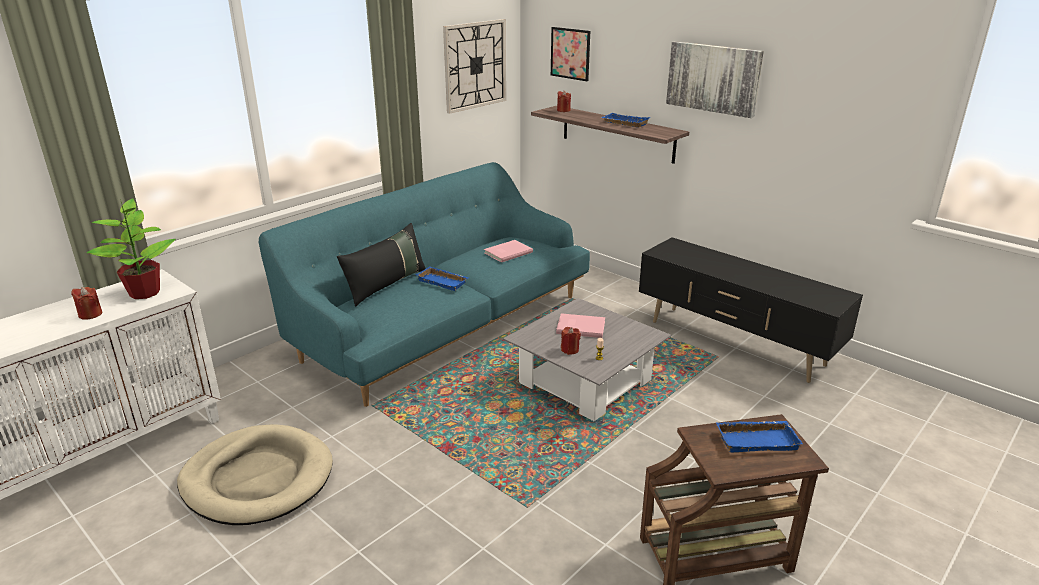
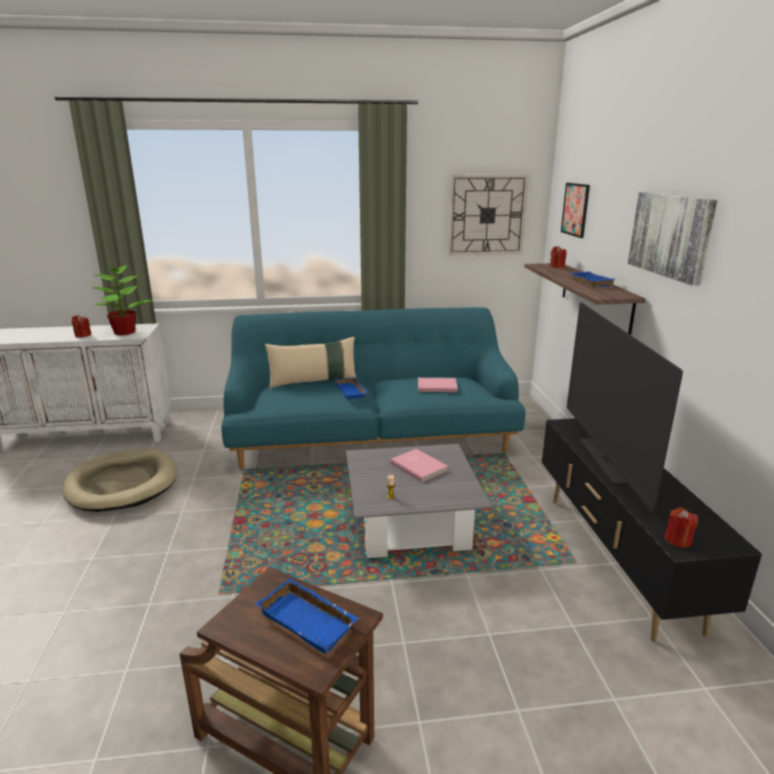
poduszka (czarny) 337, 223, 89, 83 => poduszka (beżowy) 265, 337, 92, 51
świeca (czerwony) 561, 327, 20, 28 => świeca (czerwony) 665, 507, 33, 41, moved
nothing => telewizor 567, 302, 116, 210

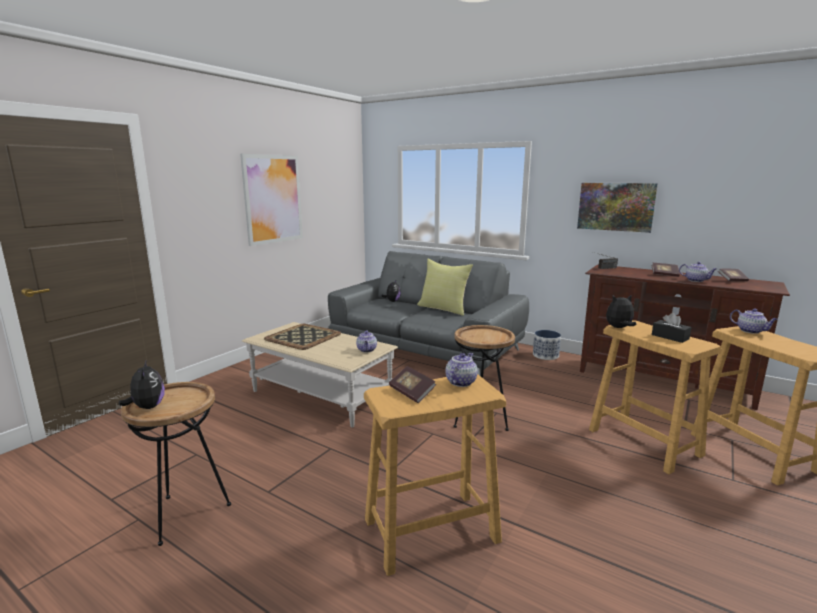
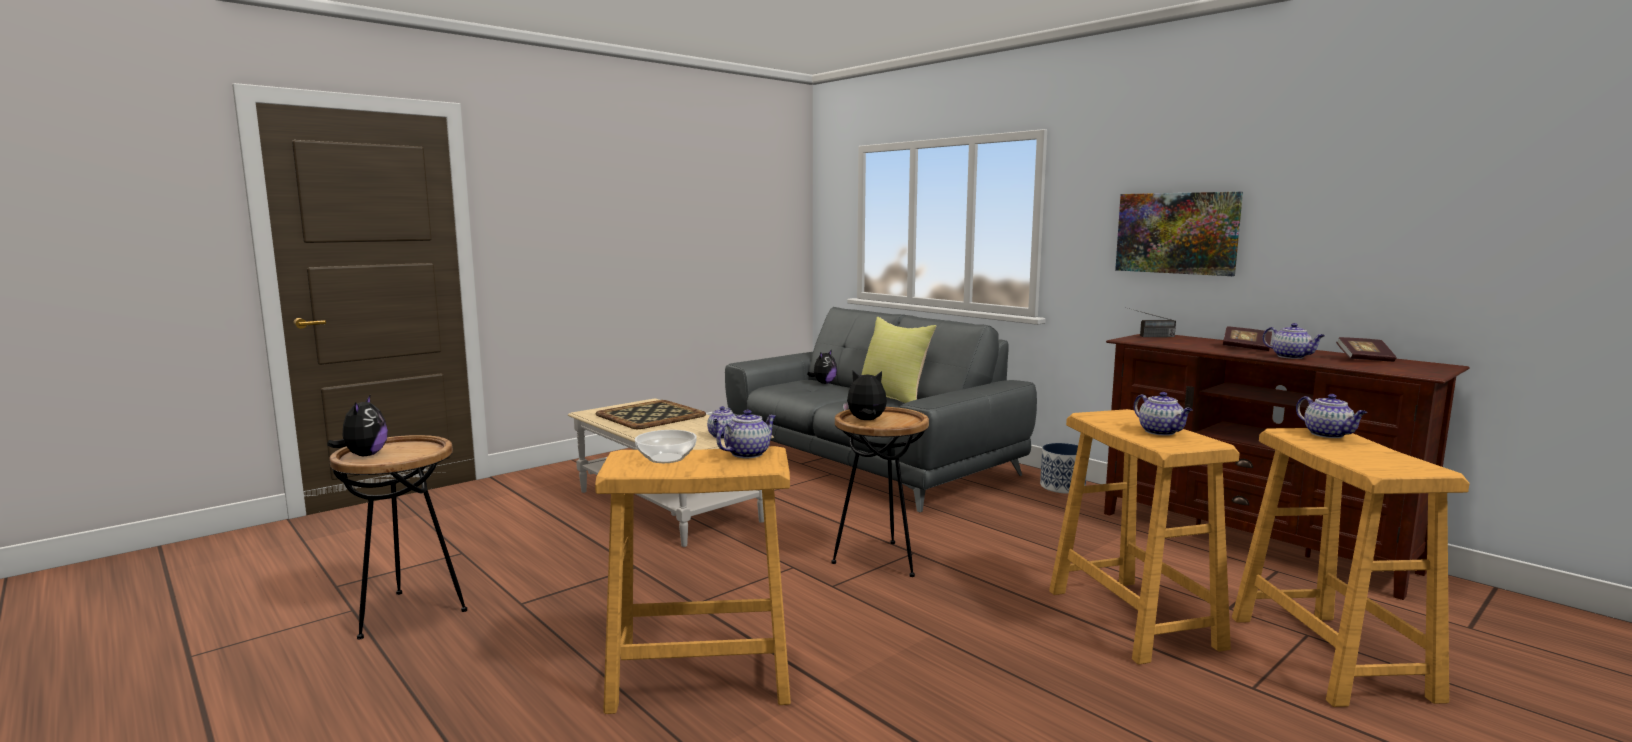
obraz 240, 154, 63, 92 => nothing
pluszak 606, 295, 30, 33 => pluszak 843, 371, 44, 49, moved
pudełko chusteczek (czarny) 652, 313, 40, 30 => imbryk 1134, 392, 59, 44
książka 389, 366, 47, 37 => miska 635, 430, 62, 33

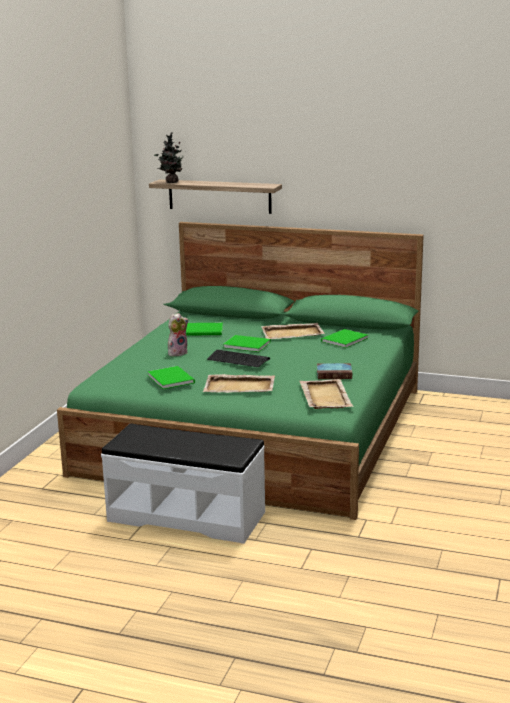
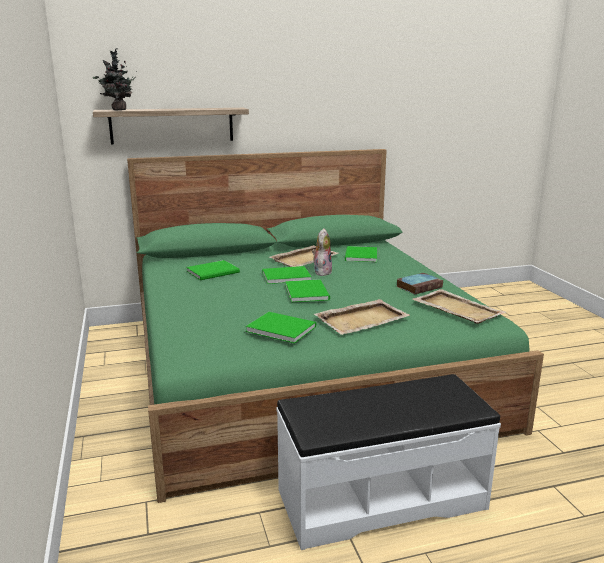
pluszak 168, 313, 20, 43 => pluszak 312, 229, 20, 47, moved
klawiatura 207, 350, 63, 17 => książka (zielony) 285, 280, 45, 22

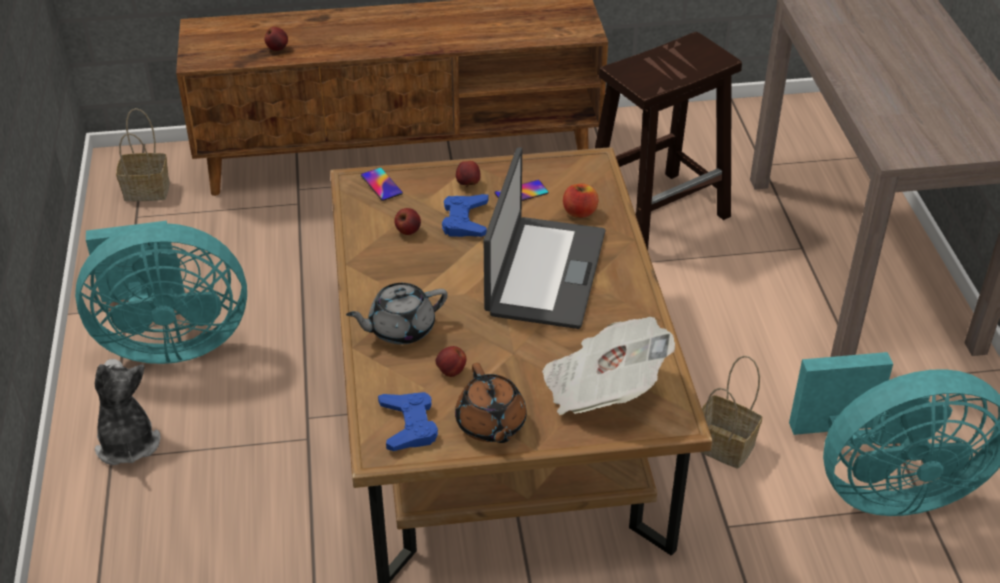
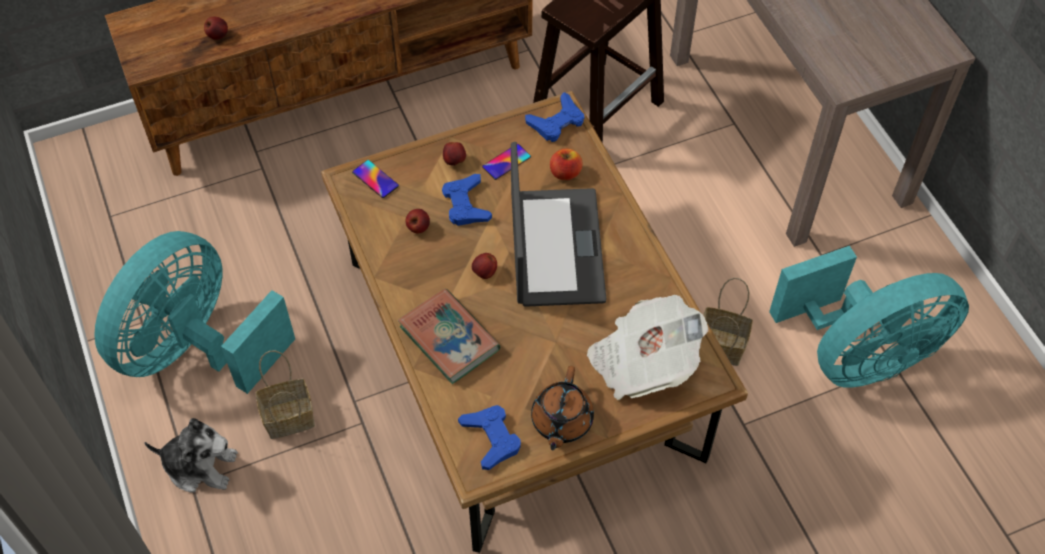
koszyk 116, 108, 54, 93 => koszyk 256, 351, 59, 88, moved
wentylator (turkusowy) 75, 221, 172, 143 => wentylator (turkusowy) 94, 231, 201, 163, 150 degrees clockwise
imbryk (szary) 346, 283, 102, 62 => książka 398, 289, 102, 95
jabłko 436, 346, 30, 31 => jabłko 472, 253, 25, 26, moved
pluszak 95, 359, 65, 106 => pluszak 144, 418, 94, 75, 135 degrees clockwise
imbryk (brązowy) 455, 363, 72, 80 => imbryk (brązowy) 531, 366, 63, 85, 45 degrees clockwise
nothing => pad do gier (niebieski) 525, 92, 60, 50

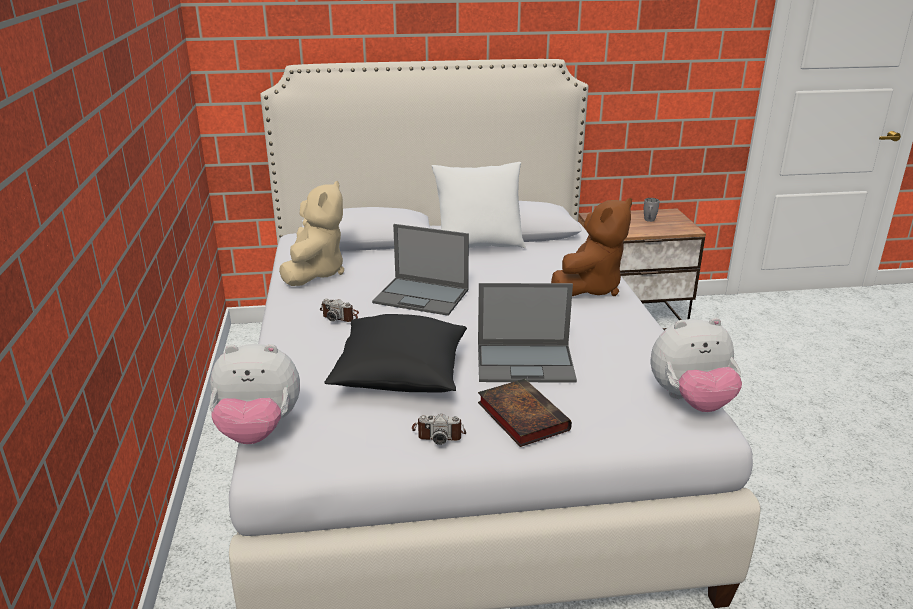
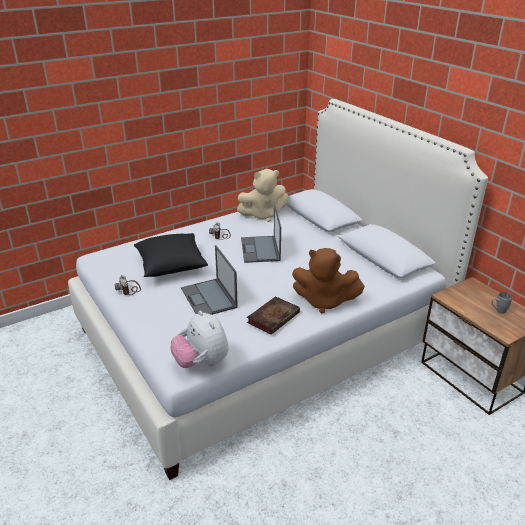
poduszka (biały) 432, 162, 94, 86 => nothing
pluszak 209, 344, 91, 100 => nothing
książka 478, 379, 94, 68 => książka 247, 296, 53, 39, moved

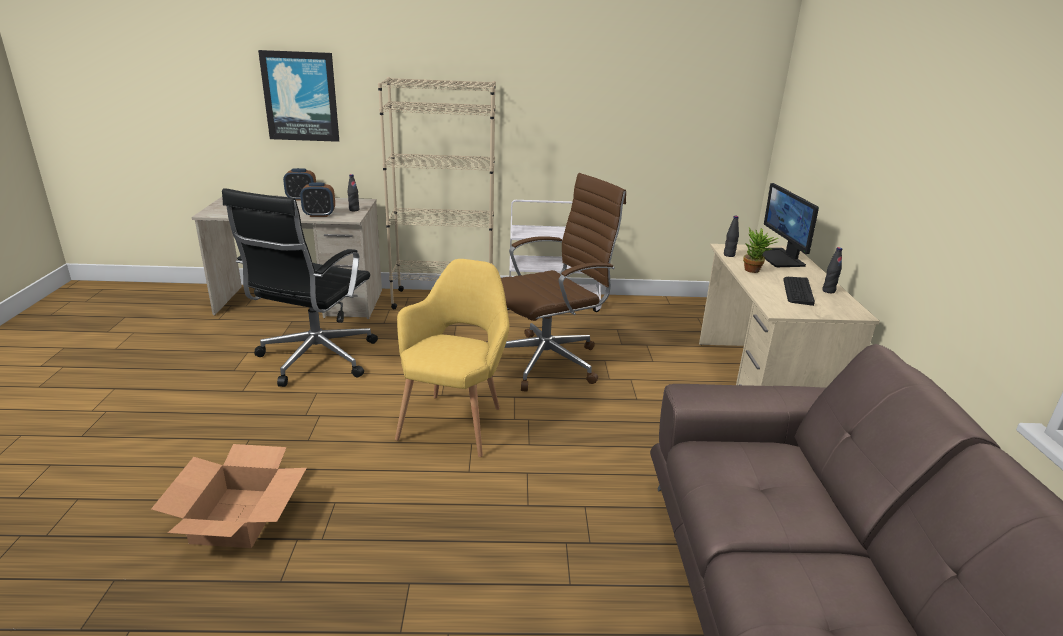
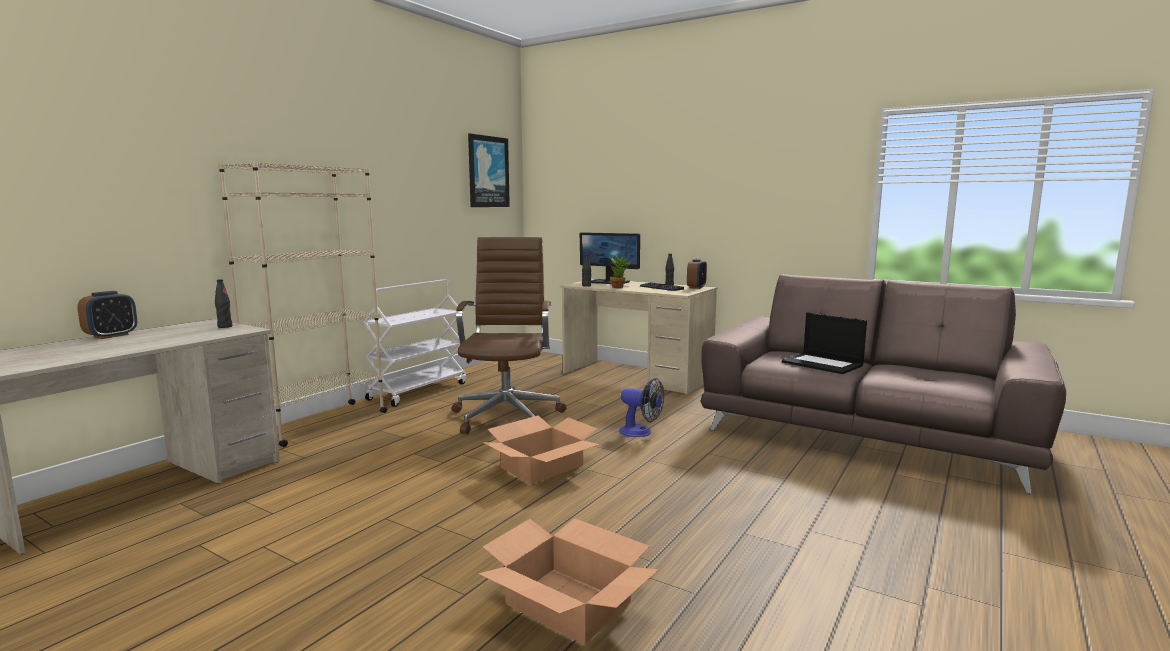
obraz 258, 50, 81, 92 => obraz 468, 133, 42, 74, moved
budzik 300, 182, 35, 35 => budzik 687, 259, 20, 30, moved
krzesło biurowe (czarny) 222, 188, 156, 199 => nothing
fotel (żółty) 395, 259, 114, 198 => karton 482, 415, 118, 69
nothing => laptop 782, 312, 85, 62
nothing => wentylator 619, 378, 45, 59

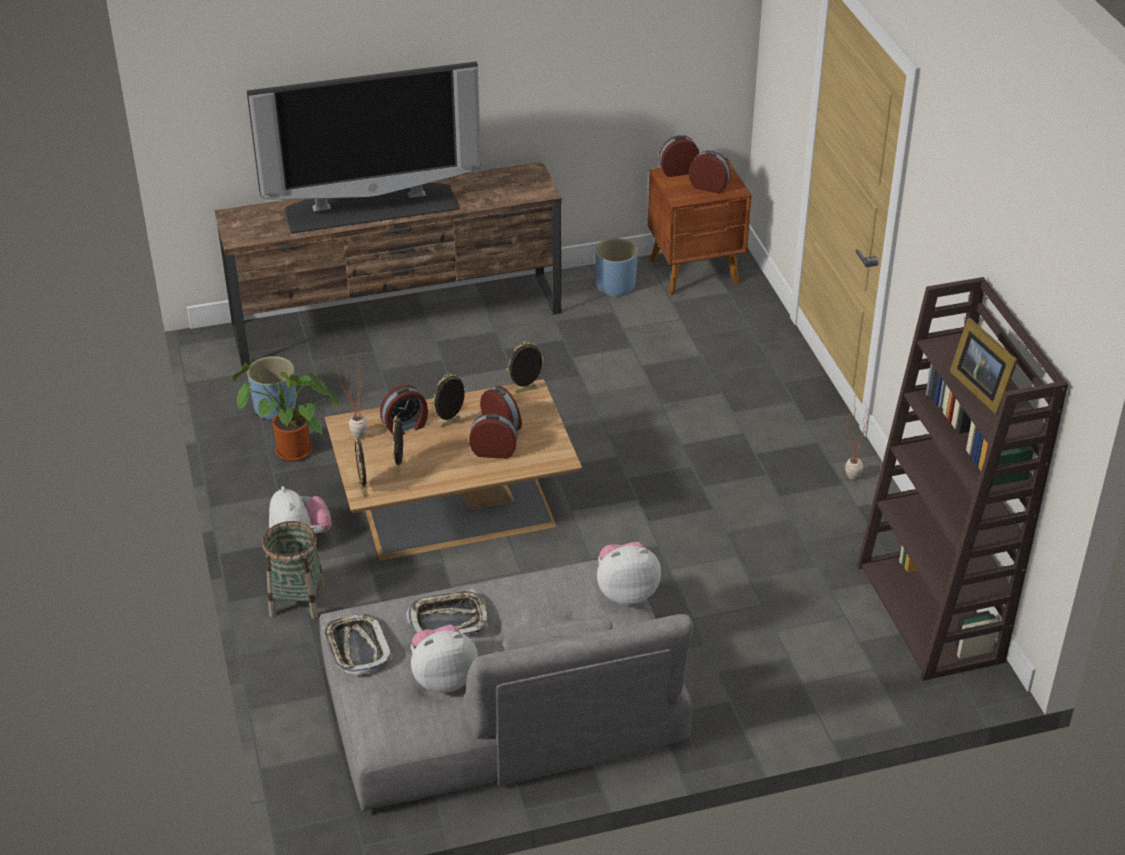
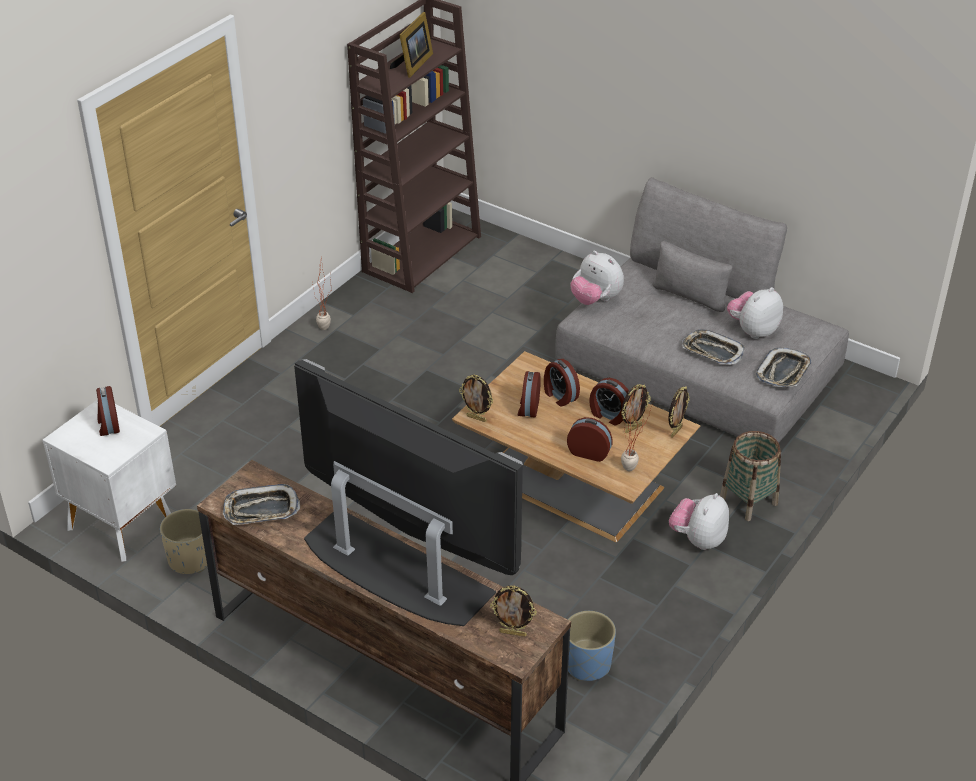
budzik 658, 135, 41, 42 => budzik 589, 378, 40, 47, moved
szafka nocna (brązowy) 648, 158, 104, 137 => szafka nocna (biały) 42, 399, 134, 163
donica (niebieski) 595, 238, 43, 59 => donica (beżowy) 160, 509, 47, 65
roślina doniczkowa 232, 358, 107, 103 => nothing
ramka na zdjęcie 431, 374, 35, 54 => ramka na zdjęcie 490, 586, 47, 51, moved
pluszak 411, 625, 67, 68 => pluszak 727, 287, 56, 52, 105 degrees clockwise
nothing => taca 223, 484, 77, 41

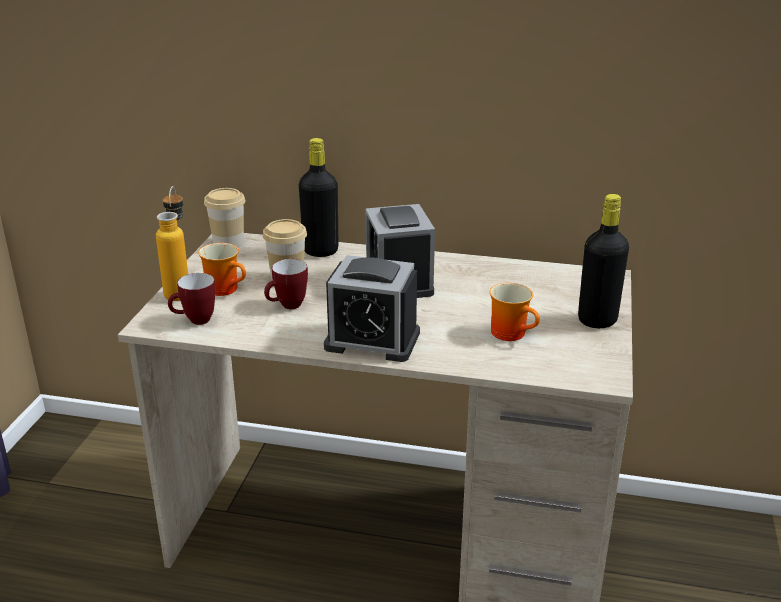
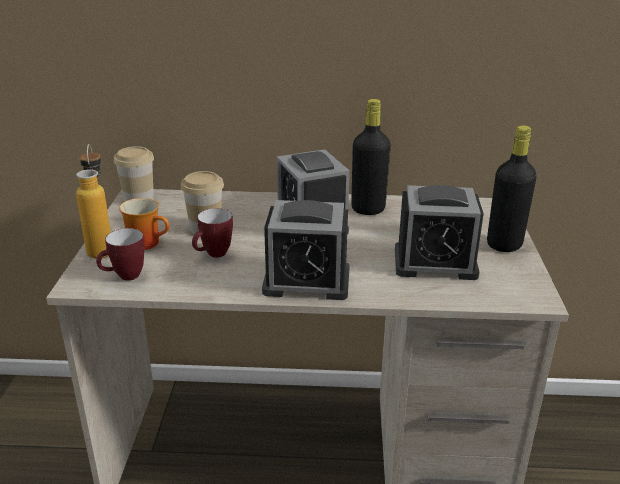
butelka (czarny) 299, 138, 39, 119 => butelka (czarny) 351, 99, 40, 116, moved
kubek 490, 283, 50, 58 => budzik 395, 185, 89, 95

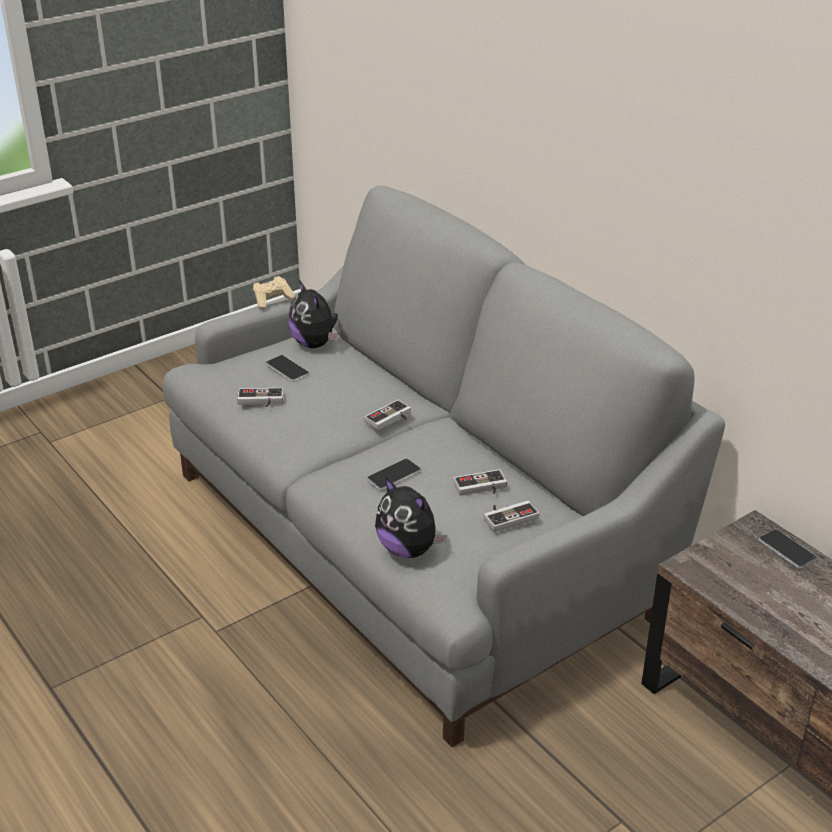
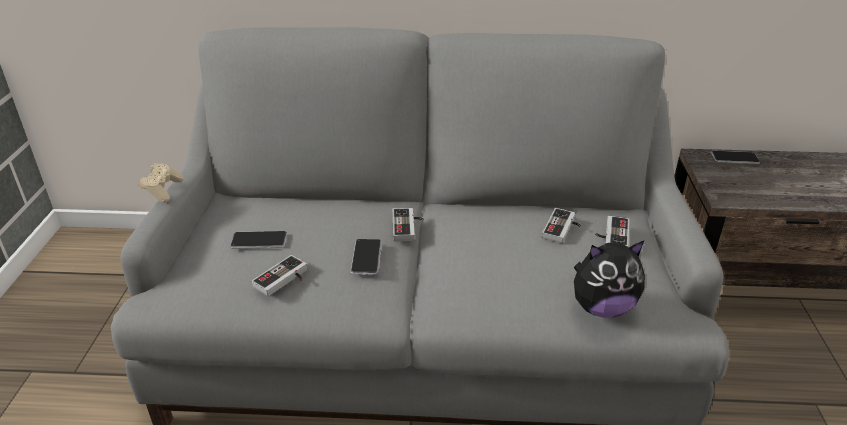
pluszak 288, 280, 50, 68 => nothing
telefon 367, 459, 54, 31 => telefon 350, 239, 32, 36, moved

